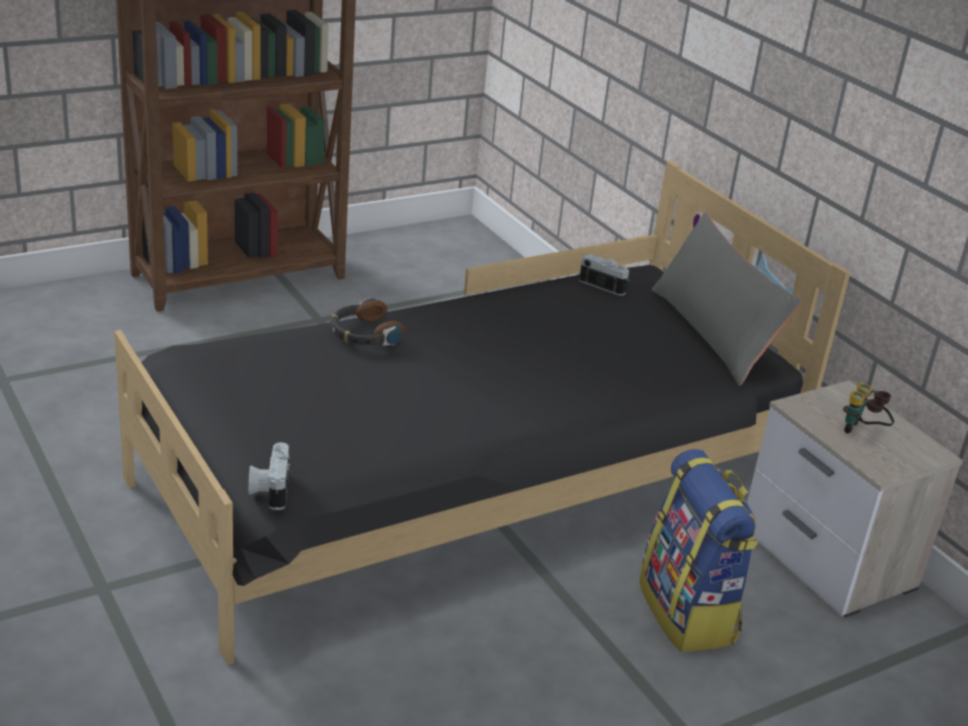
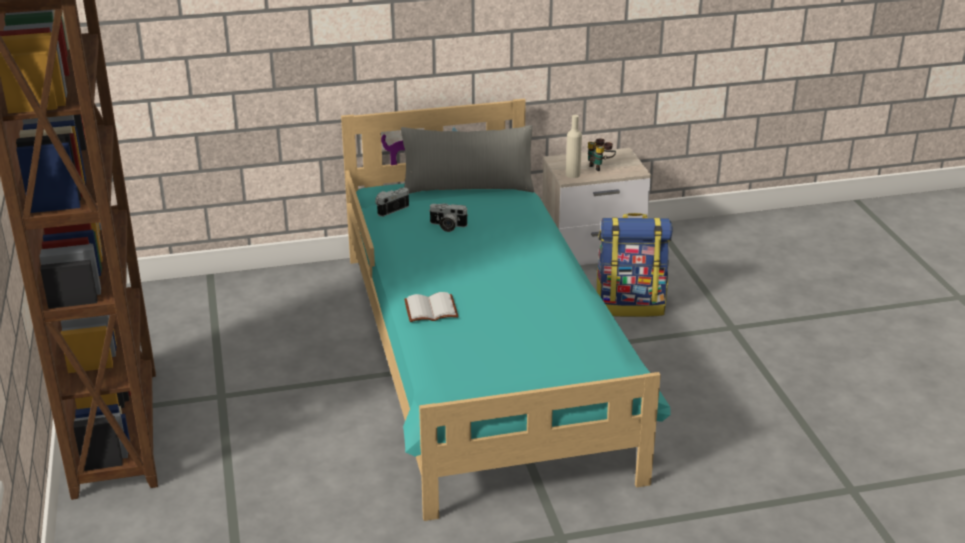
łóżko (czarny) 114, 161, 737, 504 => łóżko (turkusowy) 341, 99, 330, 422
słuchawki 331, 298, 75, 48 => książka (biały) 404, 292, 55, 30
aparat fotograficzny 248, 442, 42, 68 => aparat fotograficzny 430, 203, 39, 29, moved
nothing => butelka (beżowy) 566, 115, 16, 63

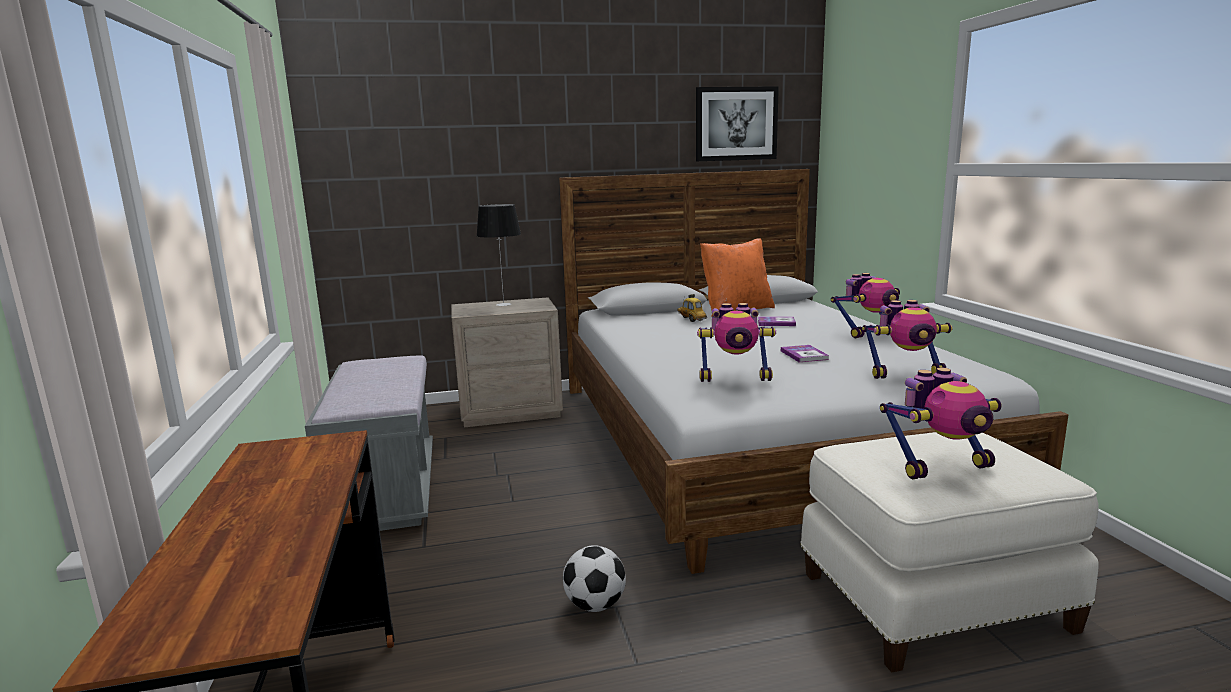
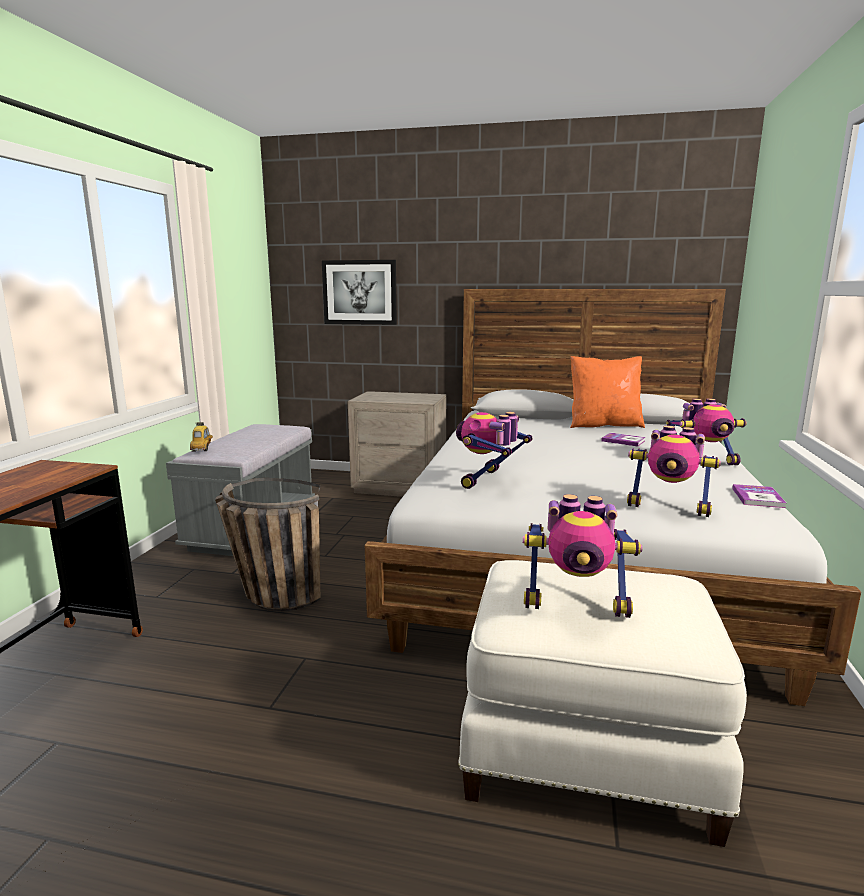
obraz 696, 86, 83, 75 => obraz 322, 260, 75, 65, moved
lampa stołowa 477, 204, 44, 102 => nothing
samochodzik 677, 294, 30, 28 => samochodzik 190, 422, 23, 30, moved
robot zabawkowy 697, 303, 79, 79 => robot zabawkowy 456, 412, 77, 77, 90 degrees clockwise
książka 781, 345, 49, 17 => książka 732, 484, 54, 24, moved
piłka futbolowa 563, 545, 63, 67 => nothing
nothing => koszyk 215, 478, 106, 134

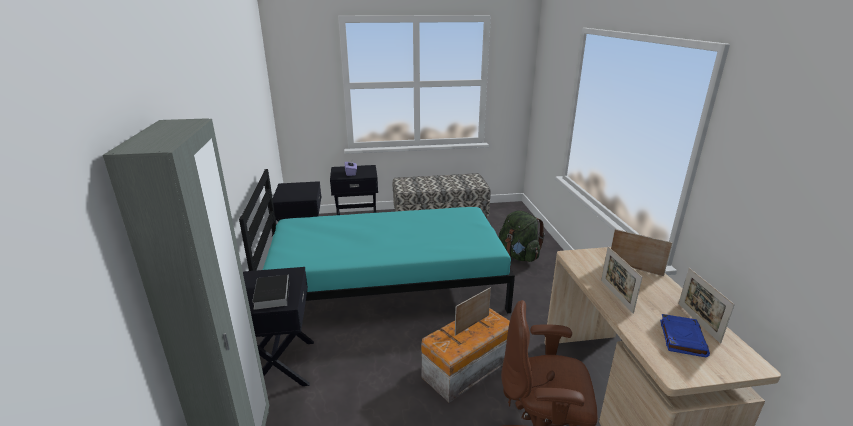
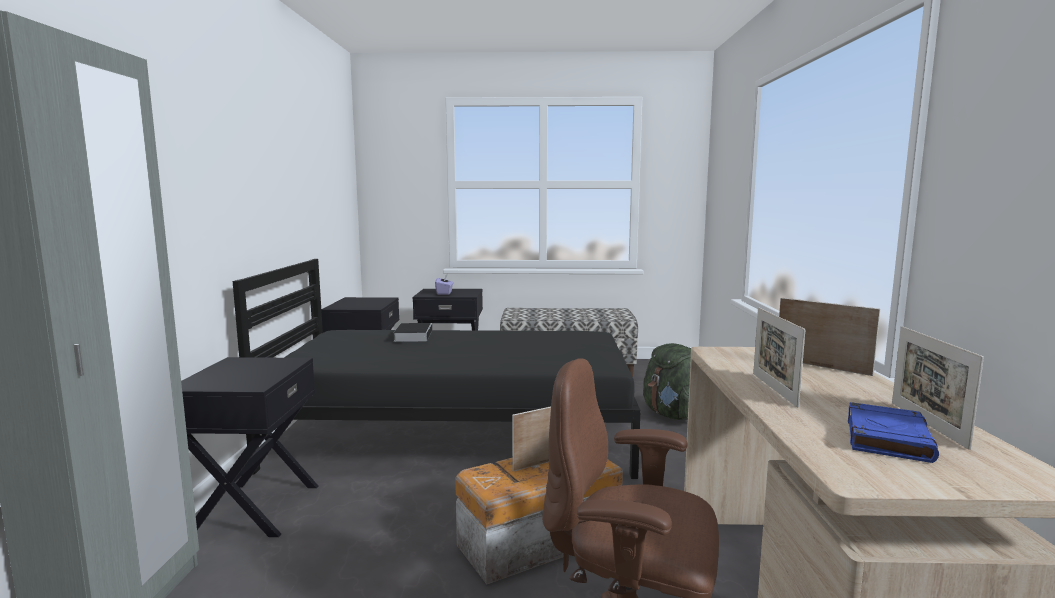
łóżko (turkusowy) 239, 169, 276, 168 => łóżko (czarny) 233, 259, 408, 220
książka 252, 275, 38, 35 => książka 393, 323, 39, 19, moved

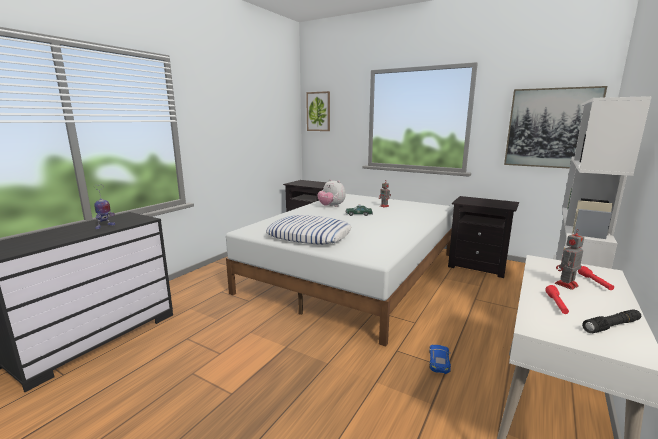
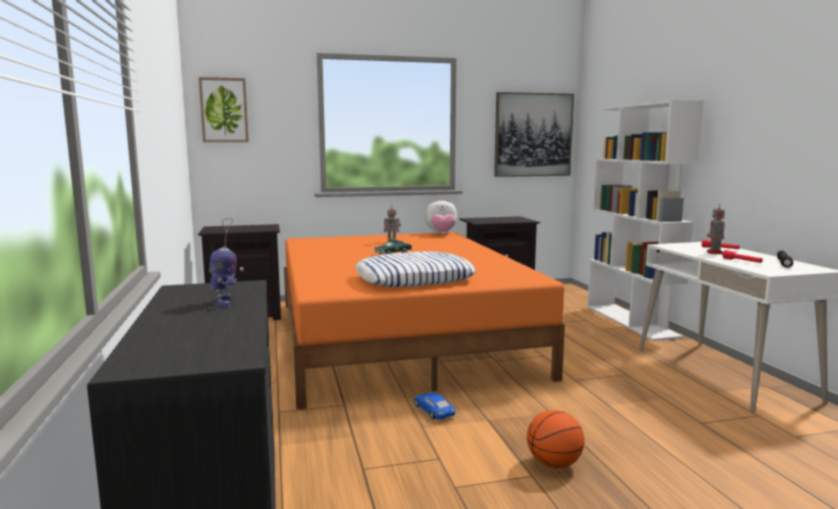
pluszak 317, 179, 29, 28 => pluszak 425, 199, 32, 35, moved
łóżko (biały) 226, 194, 228, 153 => łóżko (pomarańczowy) 284, 232, 281, 178
samochodzik (niebieski) 429, 344, 22, 30 => samochodzik (niebieski) 414, 392, 41, 27, moved
nothing => piłka do koszykówki 527, 410, 57, 58

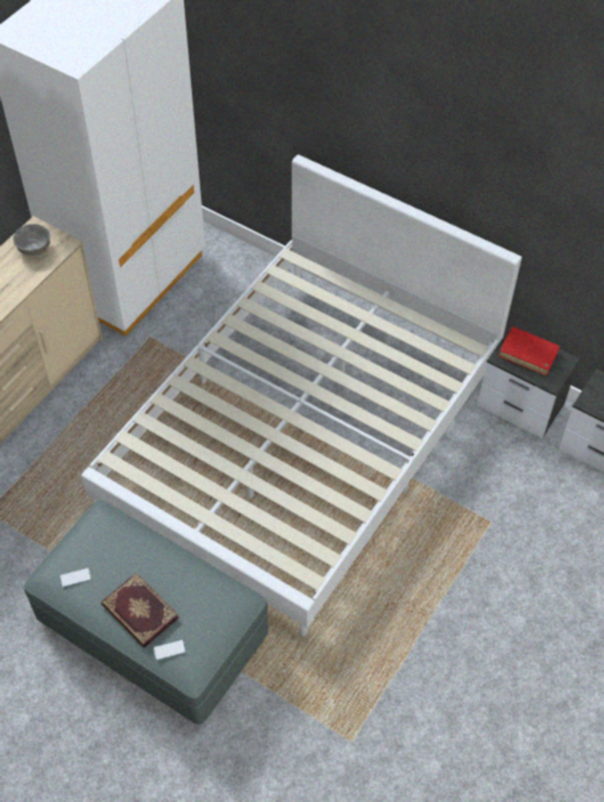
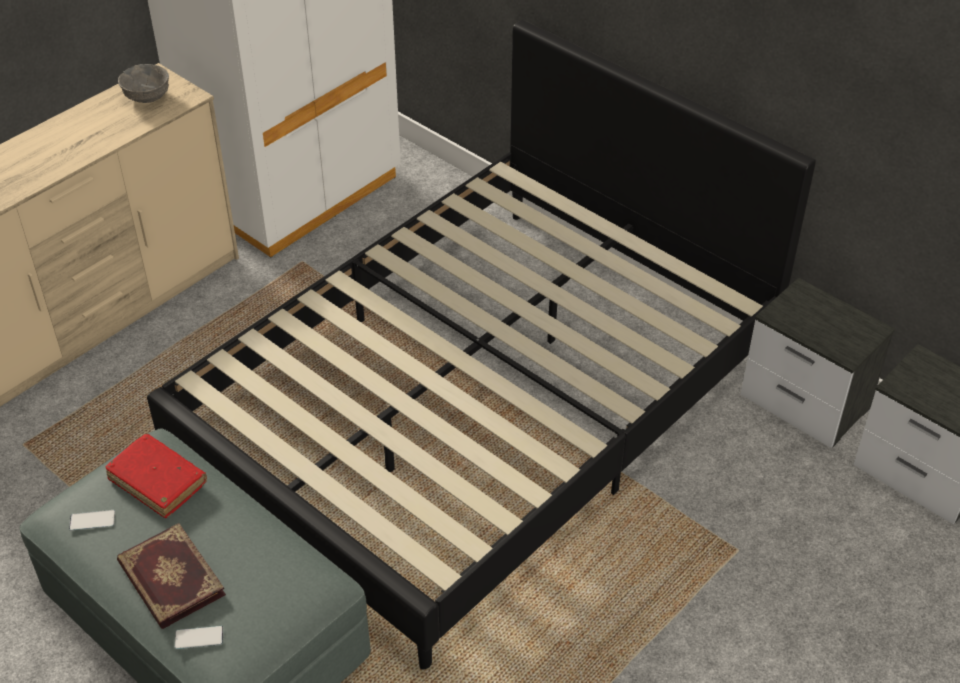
łóżko (biały) 81, 155, 441, 481 => łóżko (czarny) 147, 20, 669, 649
książka (czerwony) 499, 327, 61, 49 => książka (czerwony) 105, 433, 102, 85, moved

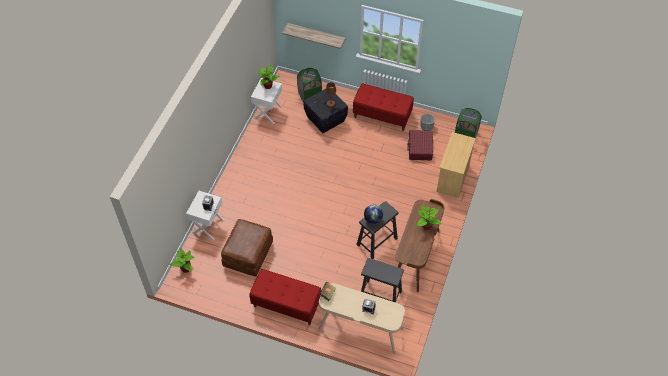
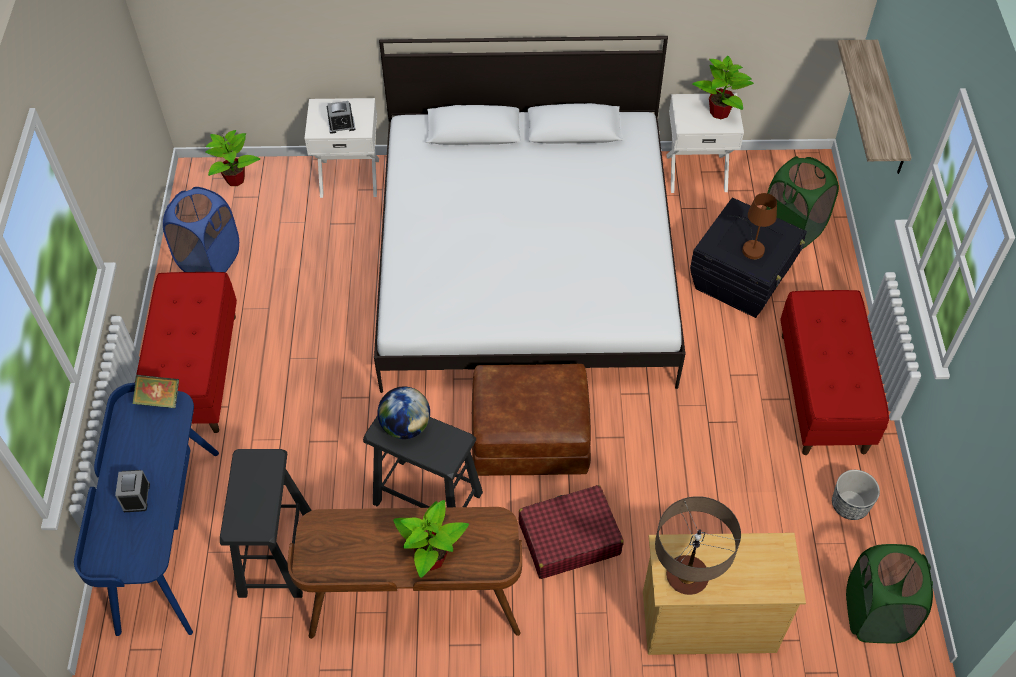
walizka (czerwony) 407, 130, 26, 30 => walizka (czerwony) 519, 485, 105, 94, moved
pufa (brązowy) 221, 219, 52, 58 => pufa (brązowy) 472, 364, 119, 112, moved
biurko (beżowy) 319, 283, 86, 71 => biurko (niebieski) 74, 383, 145, 253
nothing => łóżko (biały) 374, 36, 312, 357
nothing => kosz na pranie (niebieski) 163, 187, 76, 86
nothing => lampa stołowa 655, 496, 86, 99

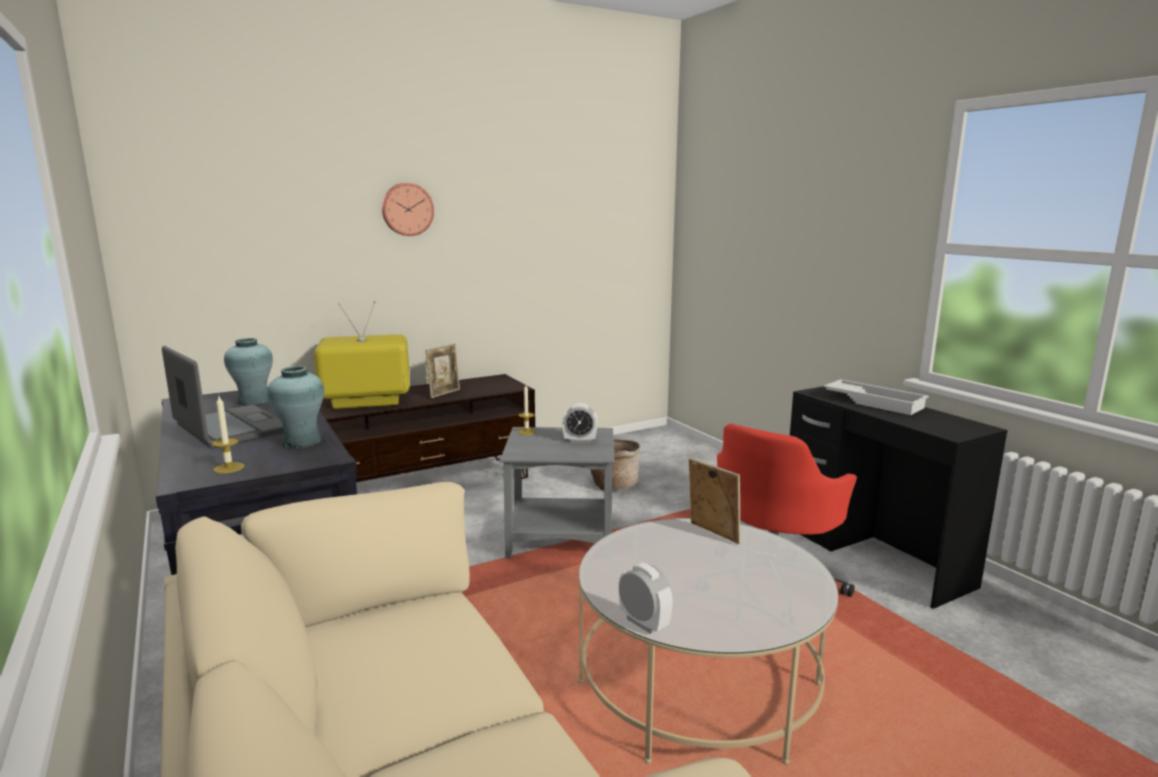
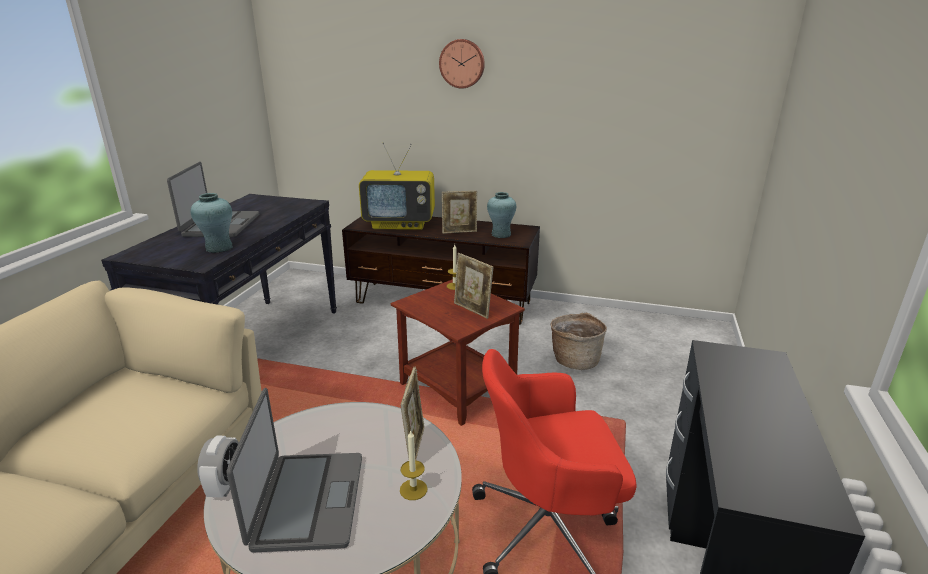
telewizor 314, 301, 95, 108 => telewizor 359, 143, 76, 87, 150 degrees clockwise
wazon (turkusowy) 224, 338, 49, 68 => wazon (turkusowy) 487, 192, 29, 46, moved
taca (biały) 824, 379, 105, 36 => nothing
świeca 212, 396, 33, 78 => świeca 400, 430, 27, 70, moved
budzik 562, 403, 36, 40 => ramka na zdjęcie 454, 253, 39, 66
stolik (szary) 500, 427, 115, 131 => stolik (brązowy) 391, 279, 134, 147
nothing => laptop 227, 388, 135, 165

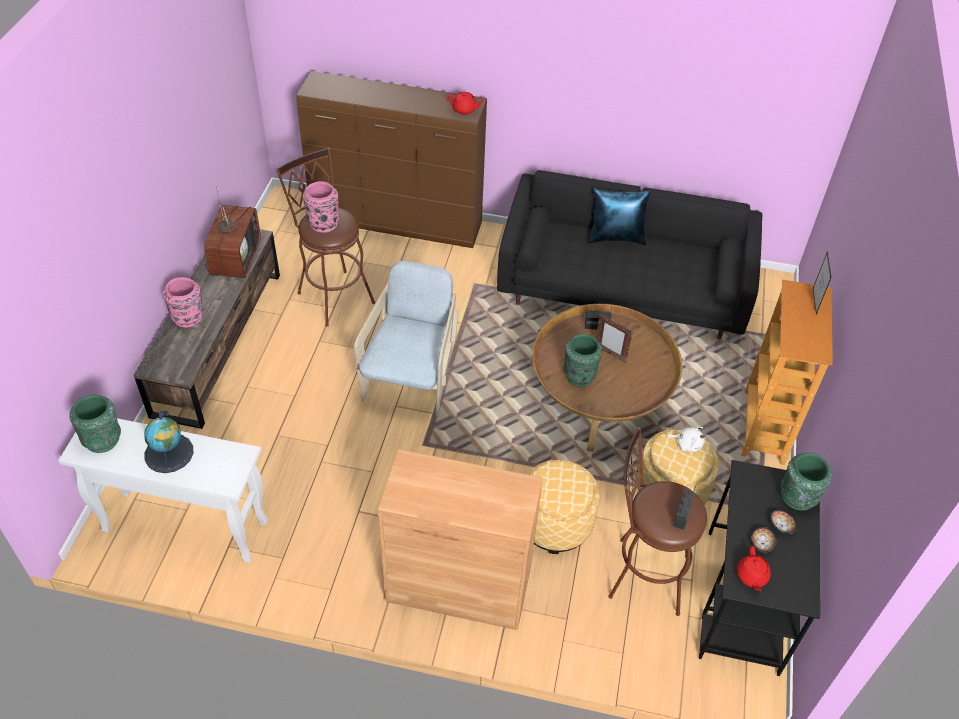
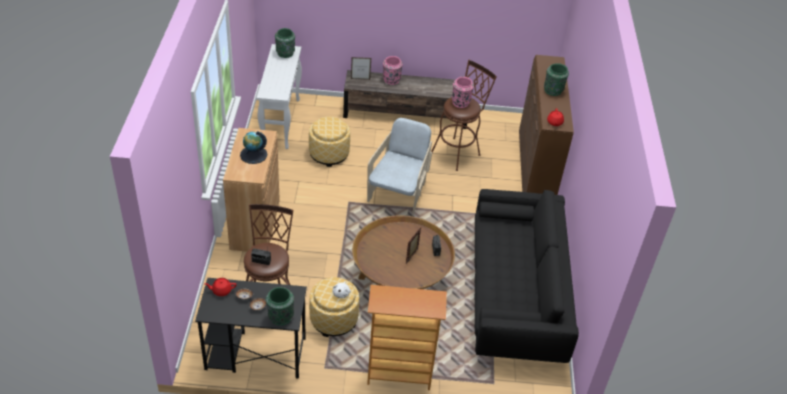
telewizor 204, 186, 57, 92 => nothing
poduszka (niebieski) 587, 189, 63, 56 => nothing
ramka na zdjęcie 813, 251, 18, 63 => ramka na zdjęcie 351, 57, 20, 23, moved
fotel (beżowy) 354, 261, 104, 156 => fotel (beżowy) 367, 118, 65, 97, 75 degrees counterclockwise
wazon (zielony) 564, 334, 38, 53 => wazon (zielony) 544, 63, 25, 33, moved
globus 144, 410, 49, 63 => globus 240, 131, 27, 33, moved
pufa 528, 460, 72, 94 => pufa 309, 117, 41, 50, moved

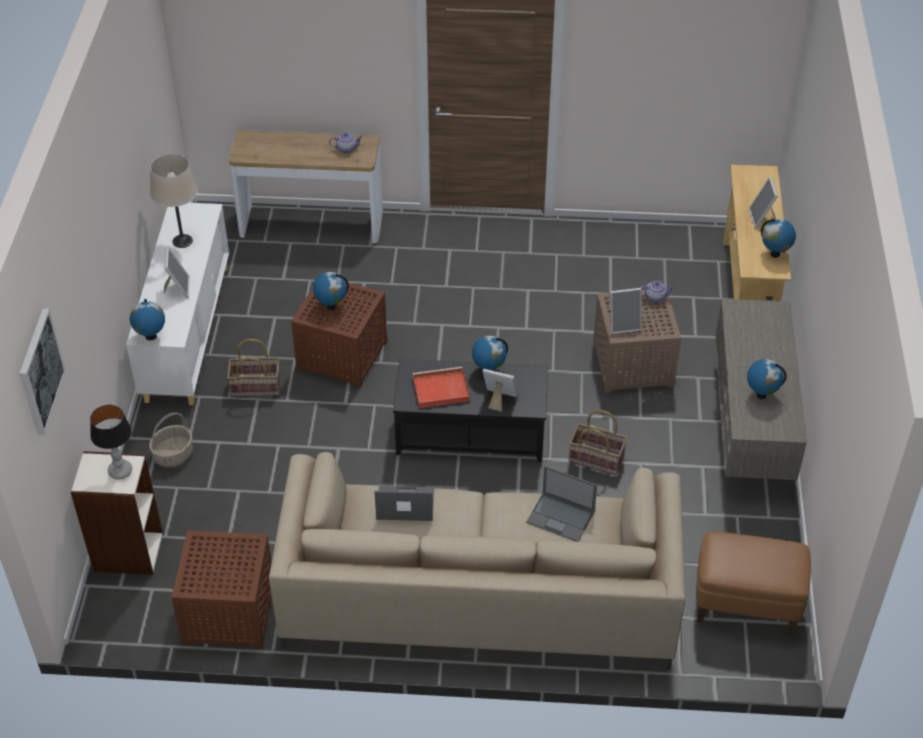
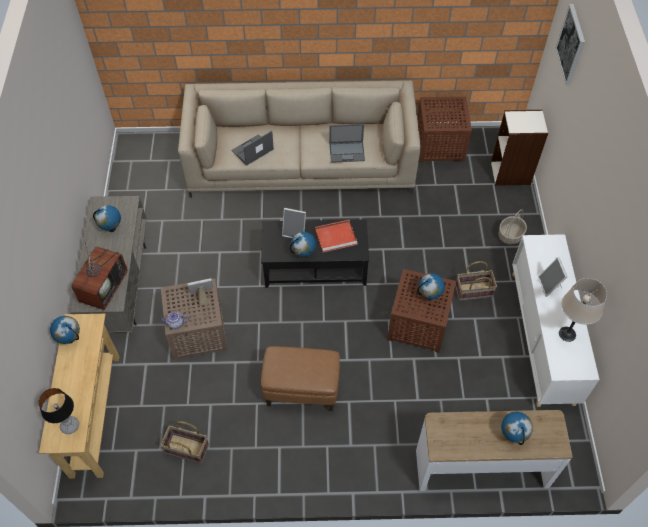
imbryk 329, 132, 33, 21 => nothing
ramka na zdjęcie 749, 177, 29, 51 => nothing
globus 130, 299, 35, 41 => globus 501, 412, 32, 33, moved
lampa stołowa 90, 405, 42, 75 => lampa stołowa 39, 388, 40, 46, moved
koszyk 569, 410, 58, 65 => koszyk 161, 421, 48, 43, moved
laptop 526, 466, 71, 76 => laptop 231, 131, 43, 35, 60 degrees counterclockwise
pufa (brązowy) 696, 531, 115, 104 => pufa (brązowy) 261, 346, 79, 65, moved
nothing => telewizor 72, 241, 56, 69

